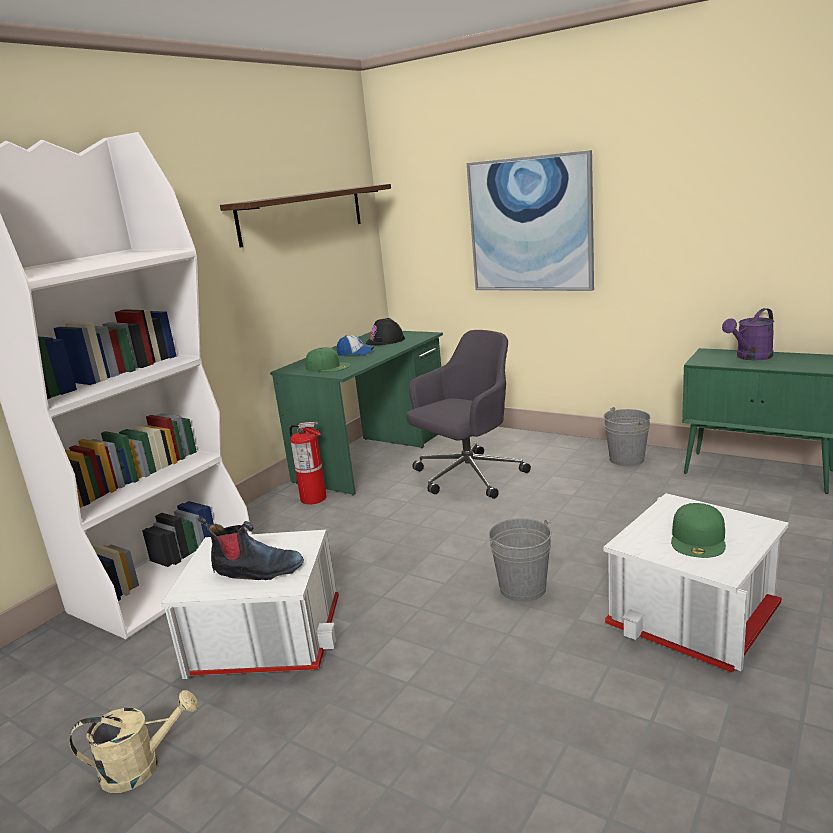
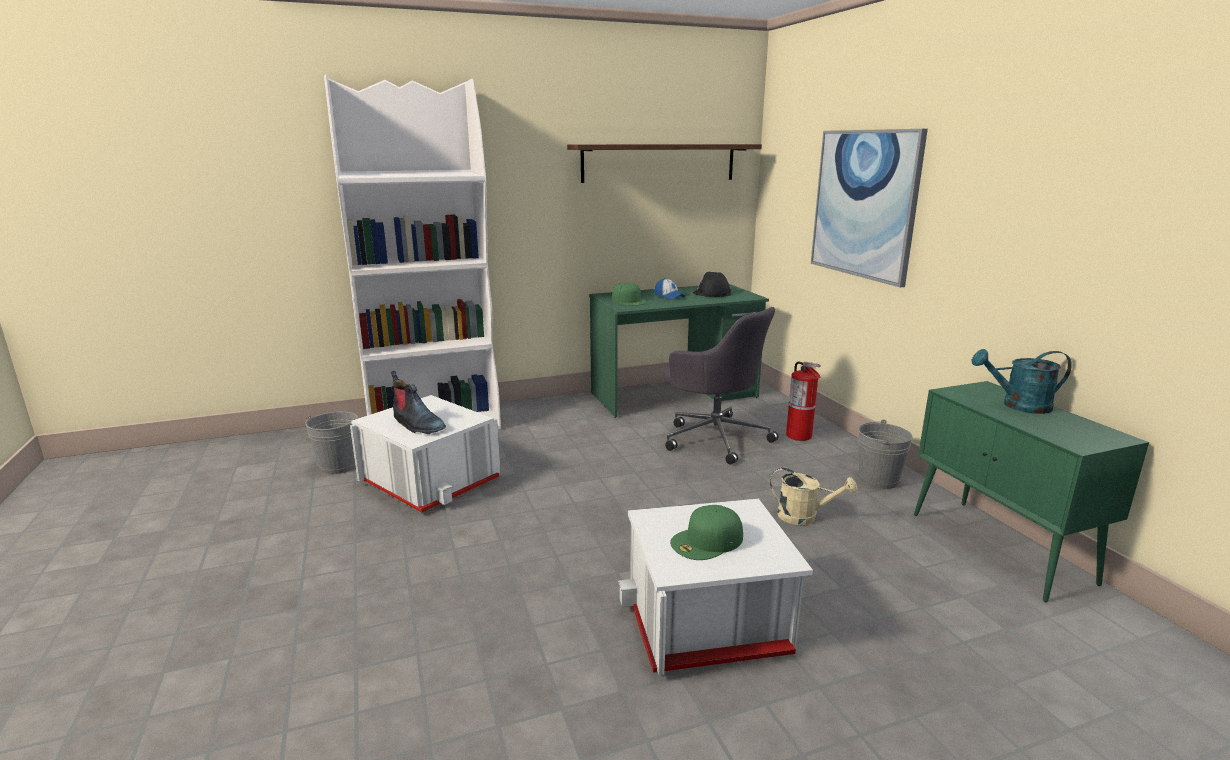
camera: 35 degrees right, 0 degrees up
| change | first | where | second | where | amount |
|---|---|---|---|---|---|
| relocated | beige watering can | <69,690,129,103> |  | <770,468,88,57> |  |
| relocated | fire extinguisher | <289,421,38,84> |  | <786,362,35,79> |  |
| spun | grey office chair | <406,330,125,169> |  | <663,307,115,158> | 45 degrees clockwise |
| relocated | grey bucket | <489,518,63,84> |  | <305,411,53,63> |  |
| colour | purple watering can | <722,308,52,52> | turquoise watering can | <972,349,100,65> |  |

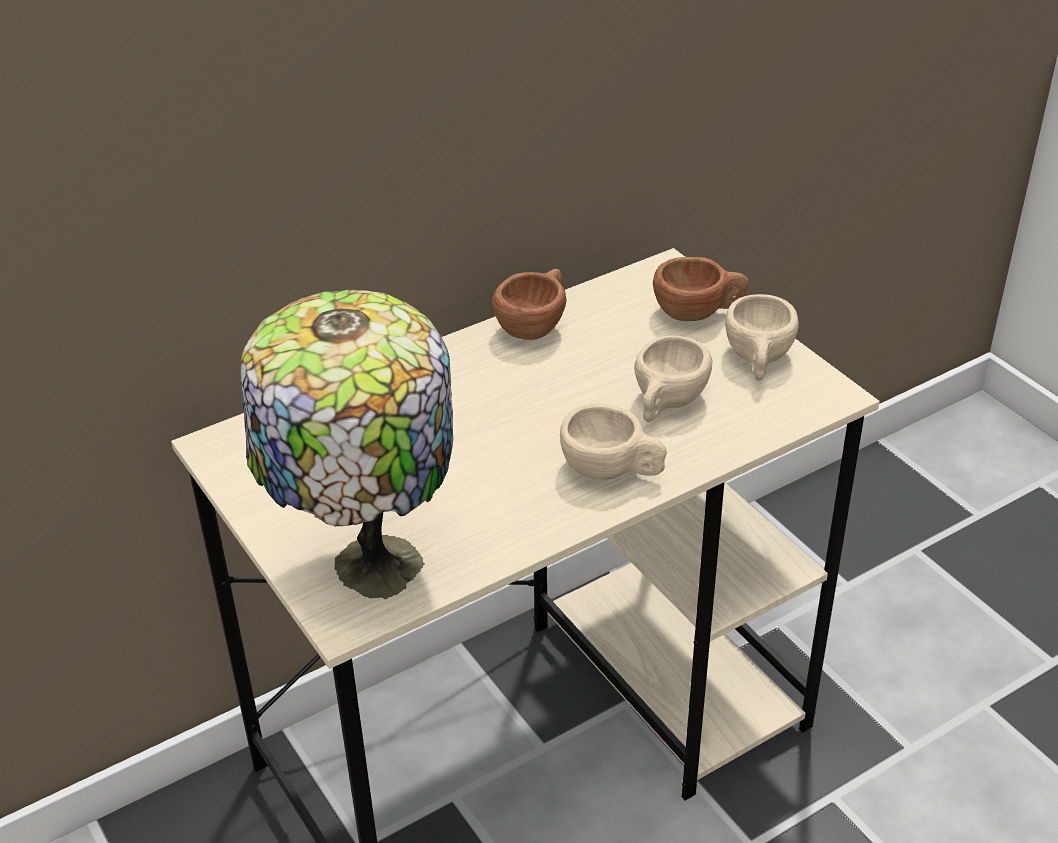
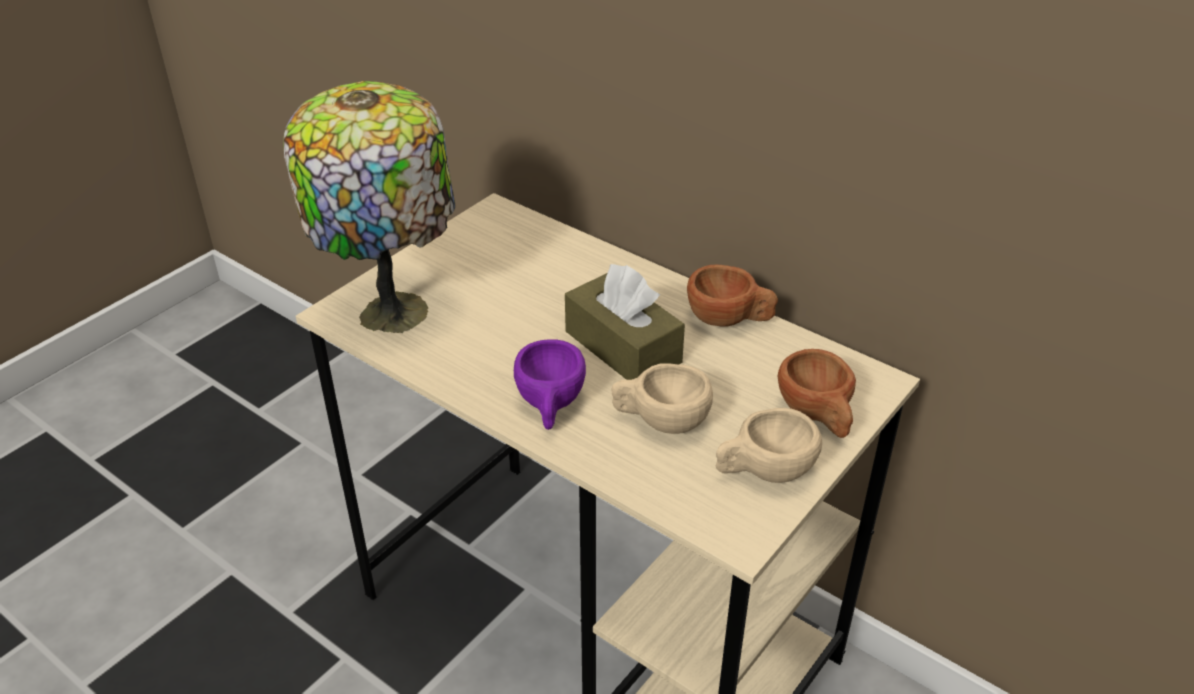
camera: 70 degrees right, 0 degrees up
| change | first | where | second | where | amount |
|---|---|---|---|---|---|
| colour | beige cup | <560,404,107,76> | purple cup | <514,339,72,91> |  |
| appeared |  |  | brown tissue box | <565,264,120,116> |  |

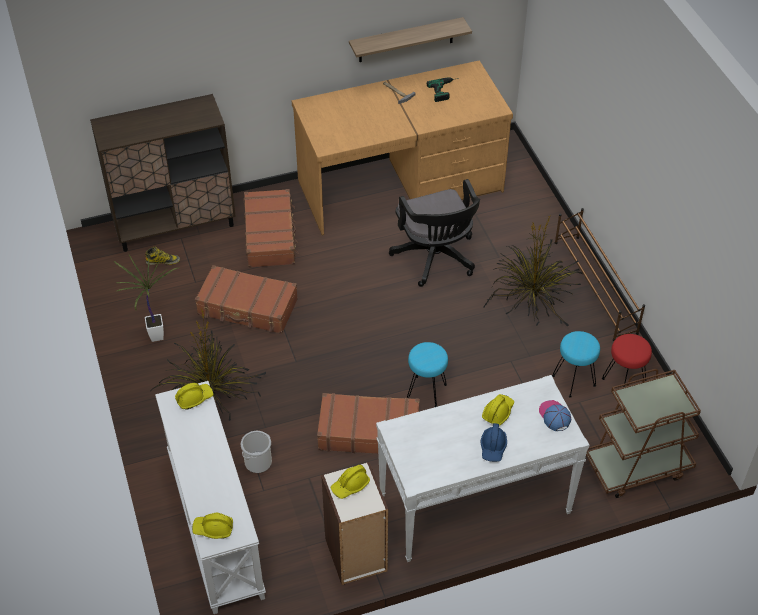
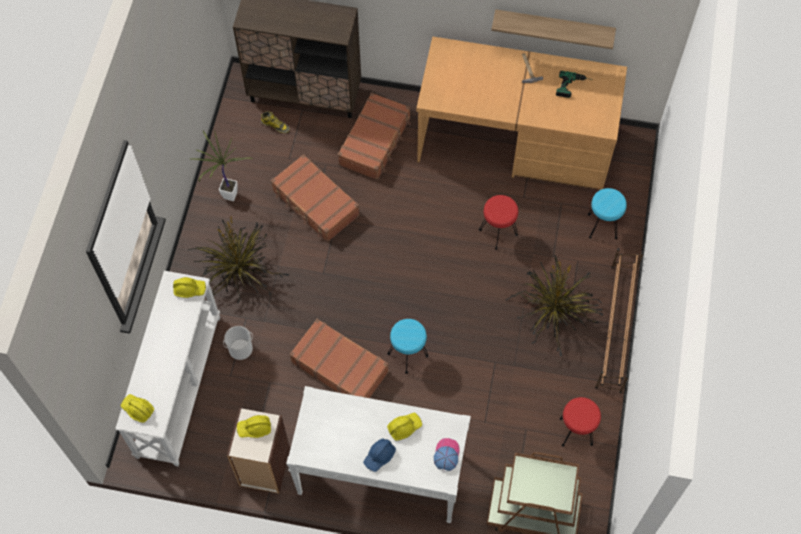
camera: 30 degrees right, 15 degrees up
| change | first | where | second | where | amount |
|---|---|---|---|---|---|
| exchanged | black office chair | <389,179,91,108> | red stool | <479,195,39,55> |  |
| relocated | turquoise stool | <552,331,48,67> |  | <588,188,39,51> |  |

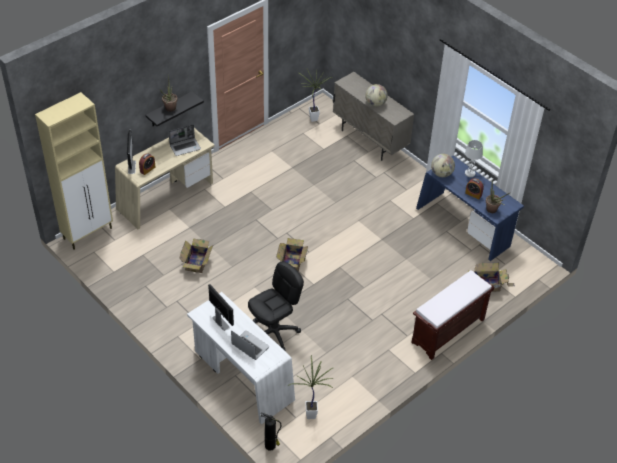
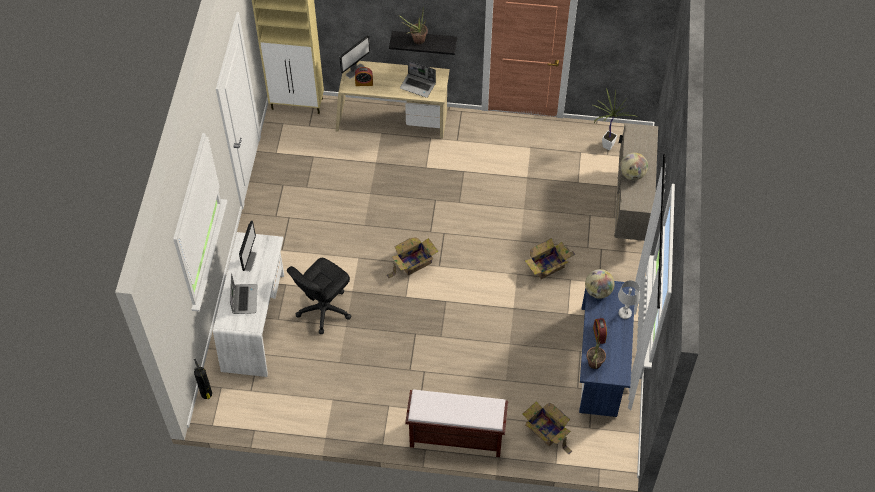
camera: 50 degrees right, 10 degrees up
| change | first | where | second | where | amount |
|---|---|---|---|---|---|
| relocated | cardboard box | <180,238,33,35> |  | <525,238,50,41> |  |
| spun | black office chair | <248,261,56,90> |  | <287,258,64,76> | 120 degrees clockwise |
| missing | potted plant | <289,355,44,64> |  |  |  |

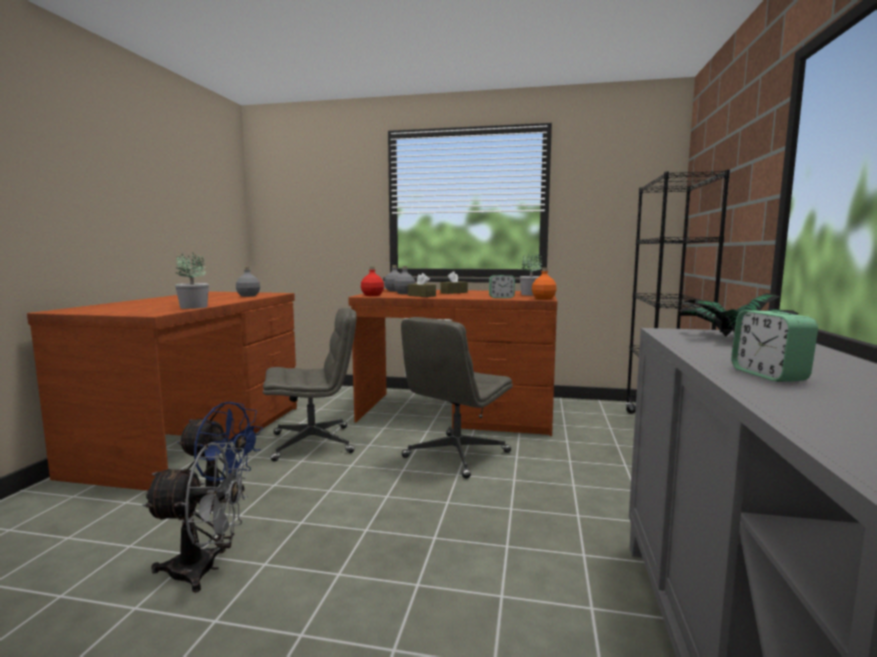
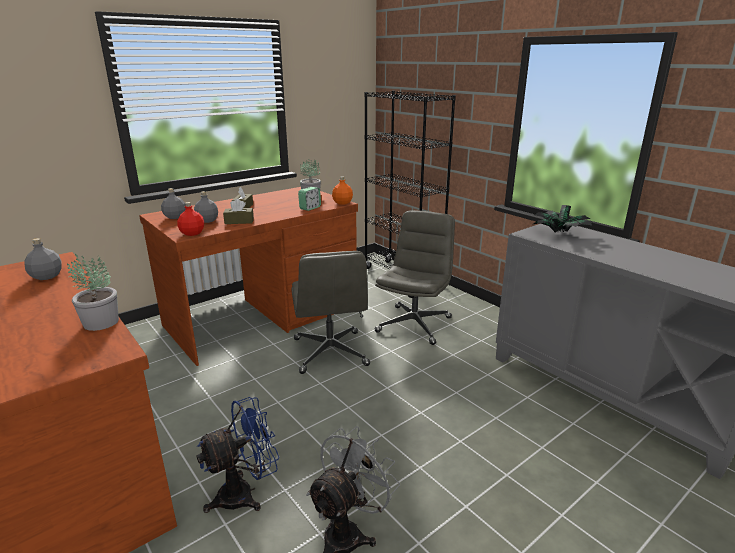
camera: 50 degrees left, 15 degrees up
| change | first | where | second | where | amount |
|---|---|---|---|---|---|
| relocated | grey office chair | <263,308,94,154> |  | <375,210,80,135> |  |
| missing | alarm clock | <731,310,87,72> |  |  |  |

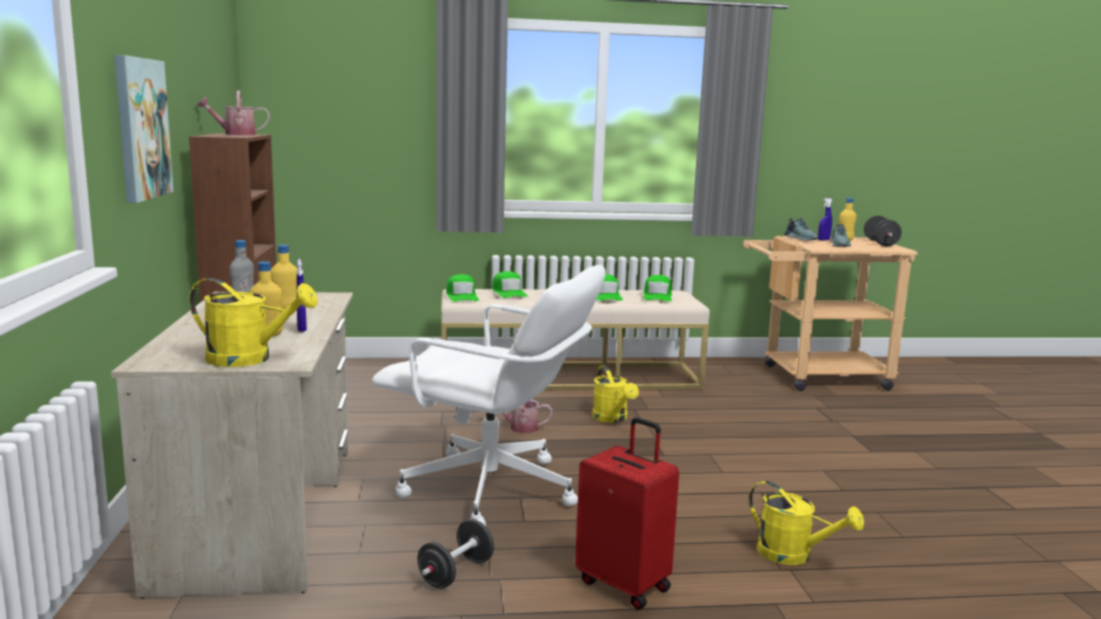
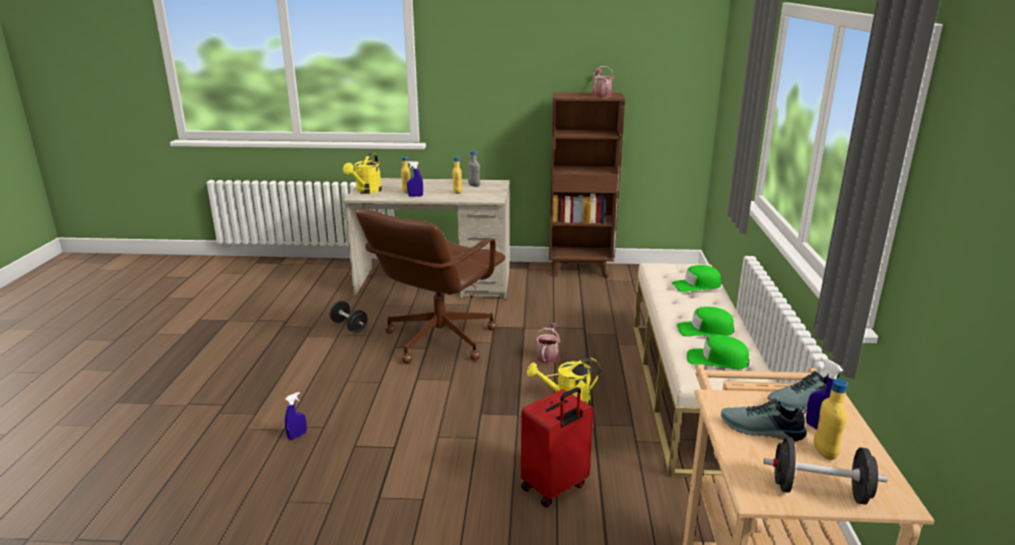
camera: 100 degrees right, 10 degrees up
| change | first | where | second | where | amount |
|---|---|---|---|---|---|
| missing | picture | <114,55,60,148> |  |  |  |
| colour | white office chair | <372,265,234,261> | brown office chair | <356,209,149,155> |  |
| missing | green cap | <446,274,33,28> |  |  |  |
| relocated | red suitcase | <575,417,104,192> |  | <521,387,73,120> |  |
| exchanged | yellow watering can | <749,480,115,85> | blue spray bottle | <285,392,22,48> |  |

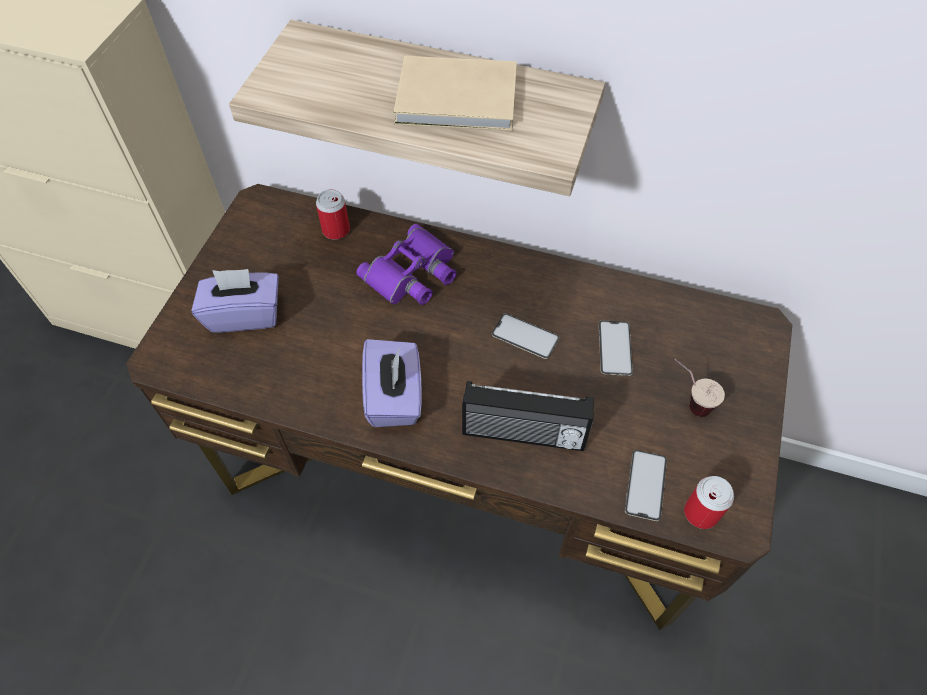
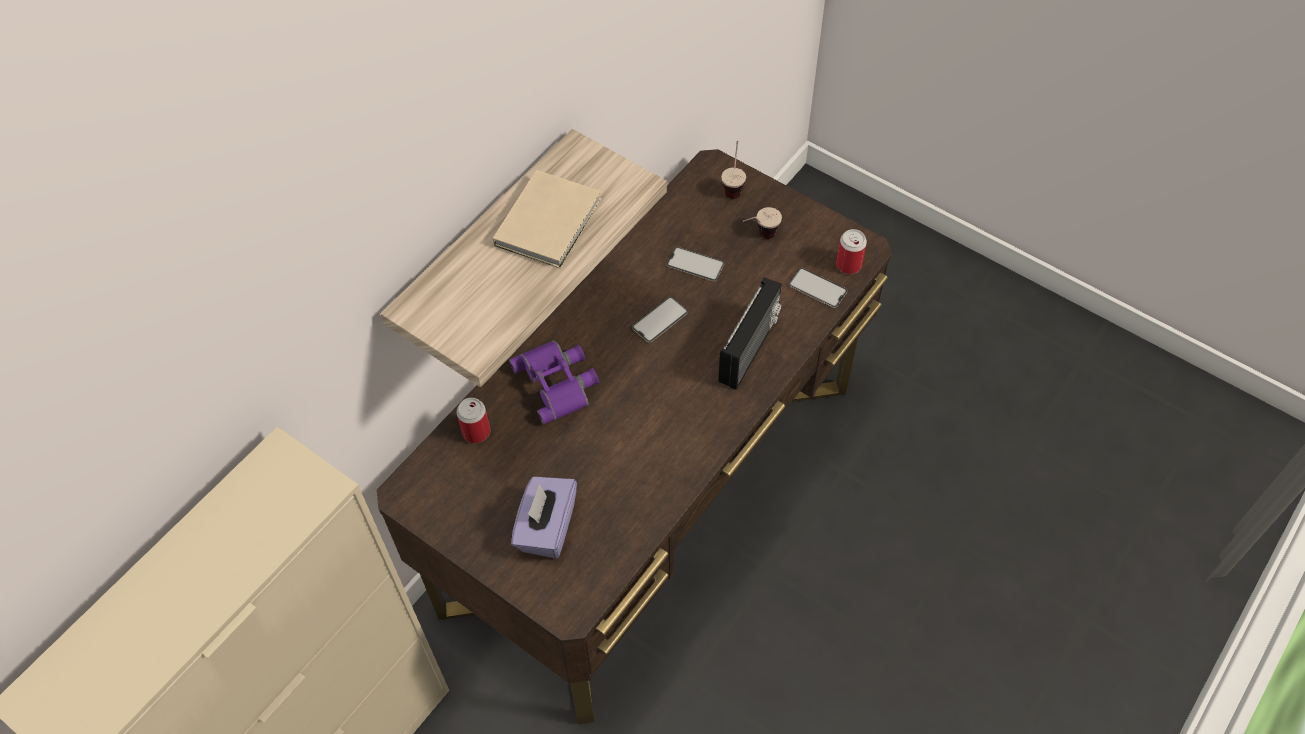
camera: 70 degrees left, 0 degrees up
| change | first | where | second | where | amount |
|---|---|---|---|---|---|
| missing | purple tissue box | <362,339,60,88> |  |  |  |
| appeared |  |  | cup | <721,141,25,58> |  |

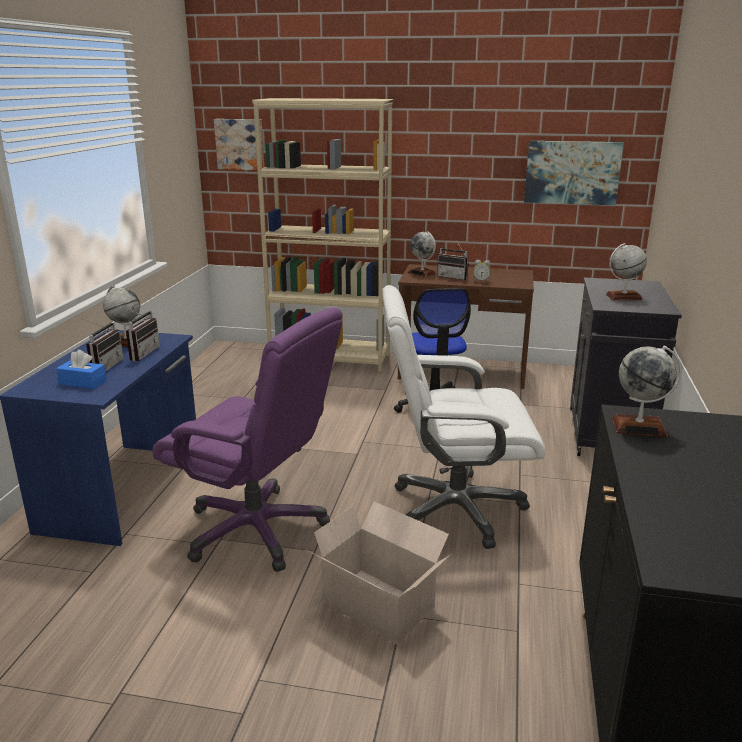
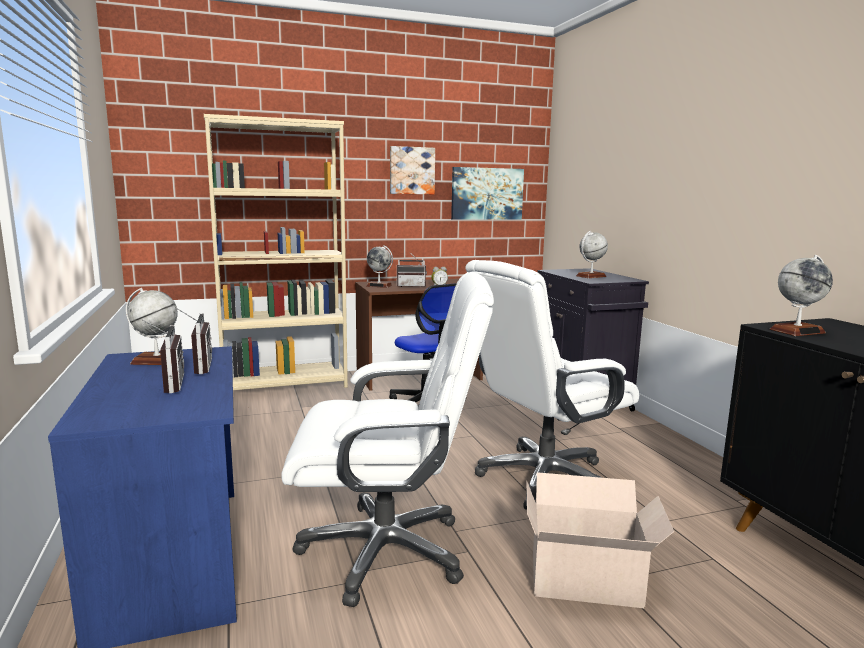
camera: 30 degrees left, 10 degrees down
| change | first | where | second | where | amount |
|---|---|---|---|---|---|
| missing | blue tissue box | <56,350,51,39> |  |  |  |
| colour | purple office chair | <152,307,190,265> | white office chair | <282,272,212,335> |  |
| relocated | picture | <214,119,50,51> |  | <390,146,45,48> |  |

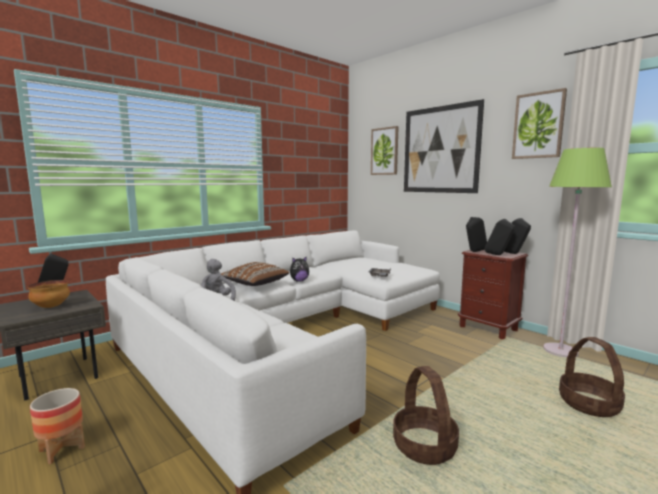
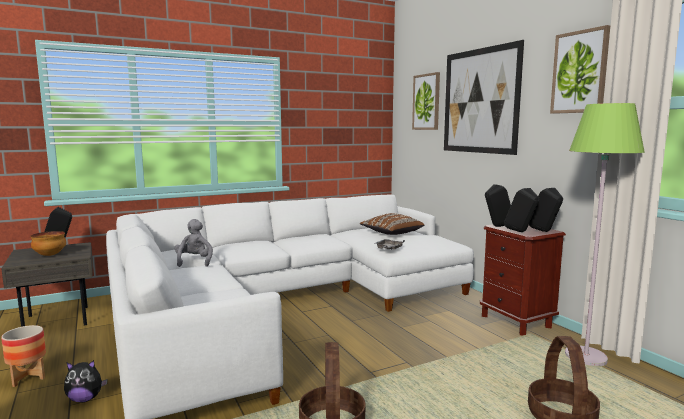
camera: 15 degrees right, 0 degrees up
| change | first | where | second | where | amount |
|---|---|---|---|---|---|
| relocated | brown pillow | <221,262,68,24> |  | <360,213,65,22> |  |
| relocated | plush toy | <290,256,19,26> |  | <64,360,44,43> |  |

